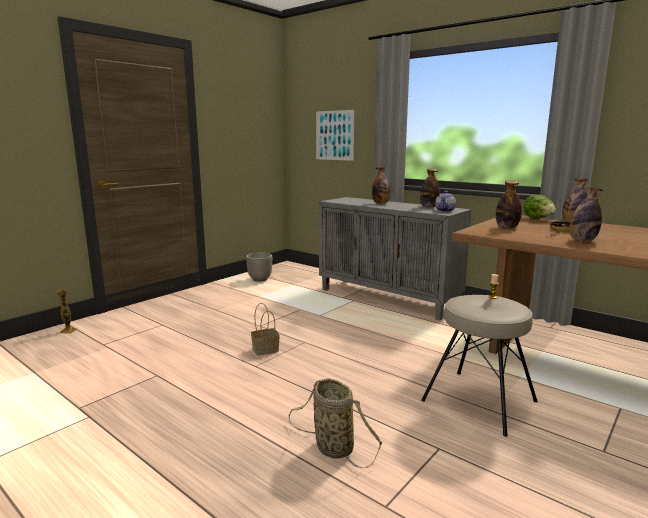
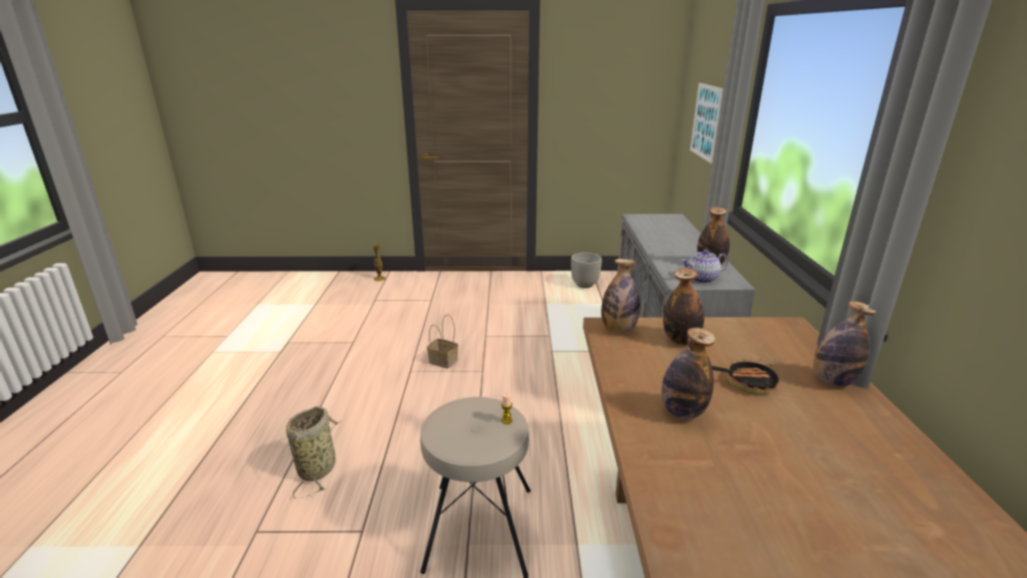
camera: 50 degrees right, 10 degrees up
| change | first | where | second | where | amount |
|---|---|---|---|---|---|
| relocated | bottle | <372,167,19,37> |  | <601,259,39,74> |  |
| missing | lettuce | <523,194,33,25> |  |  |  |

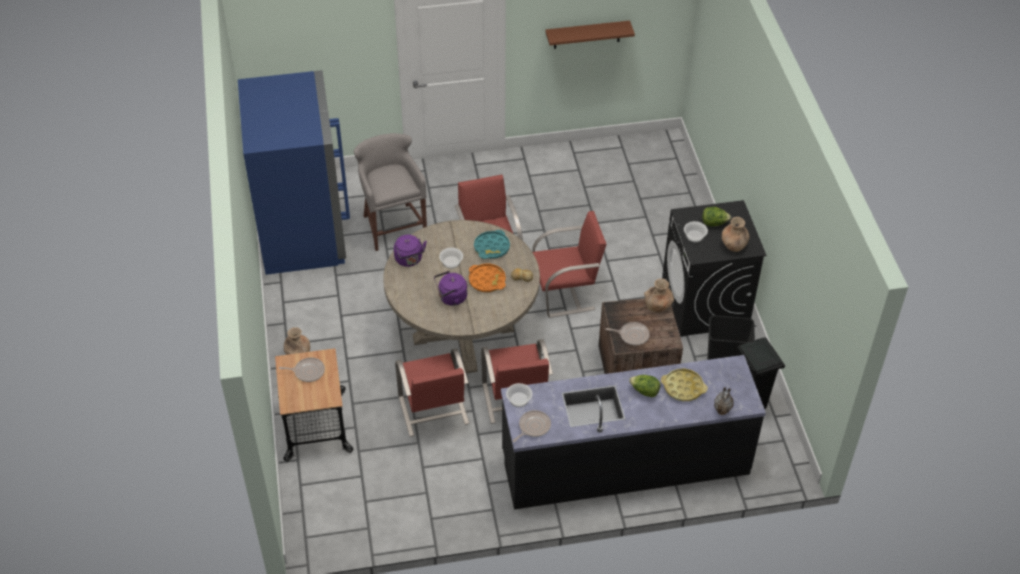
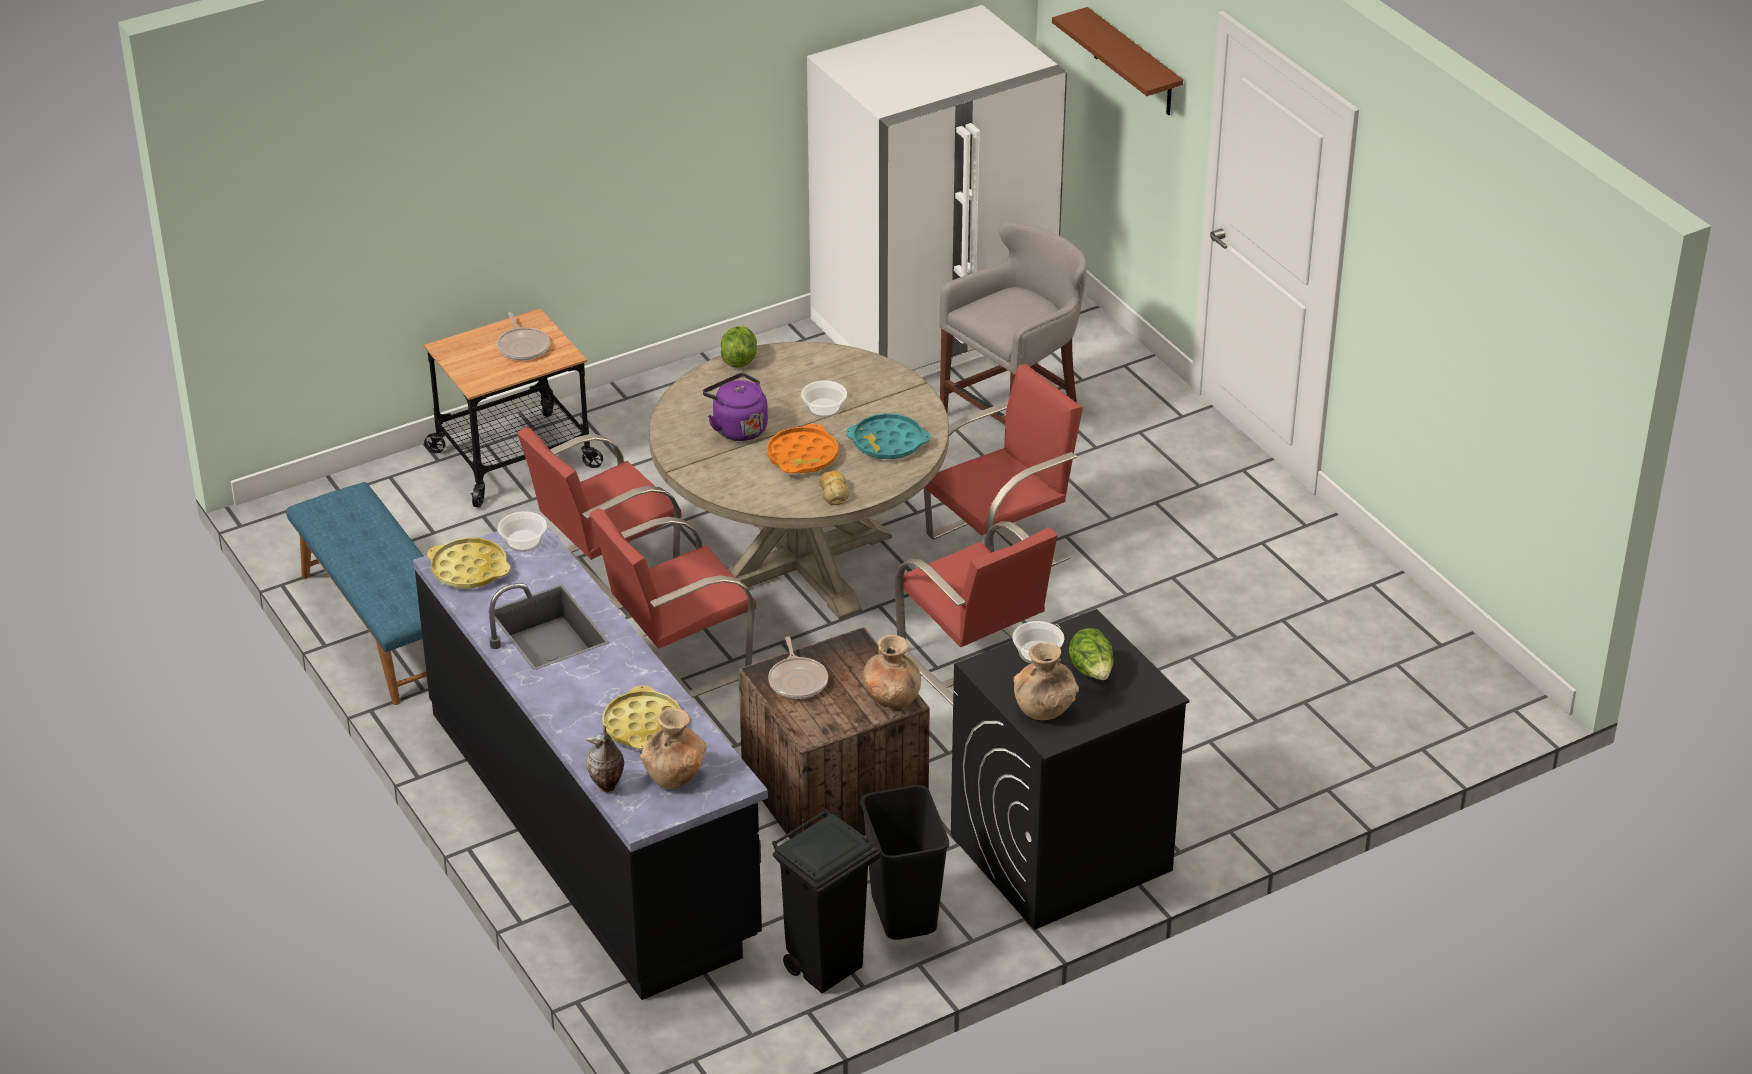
camera: 70 degrees right, 10 degrees down
| change | first | where | second | where | amount |
|---|---|---|---|---|---|
| colour | blue fridge | <238,70,112,205> | white fridge | <807,5,260,372> |  |
| relocated | brown vase | <284,327,26,28> |  | <640,708,67,81> |  |
| missing | purple kettle | <394,235,33,32> |  |  |  |
| exchanged | frying pan | <513,410,38,32> | yellow tray | <427,538,83,50> |  |
| relocated | brown shelf | <545,21,90,28> |  | <1052,7,131,108> |  |
| relocated | lettuce | <629,375,31,22> |  | <721,325,36,43> |  |
| appeared |  |  | blue bench | <286,482,141,223> |  |

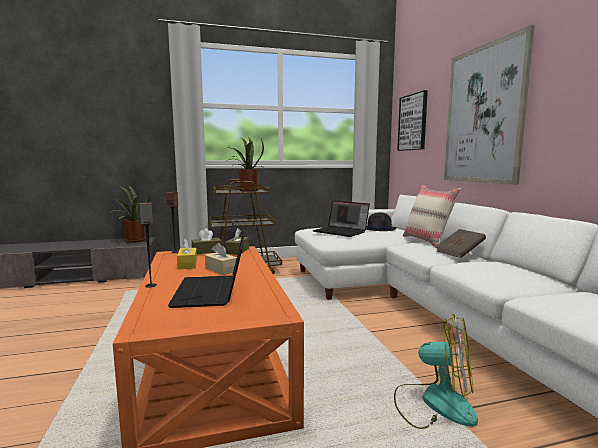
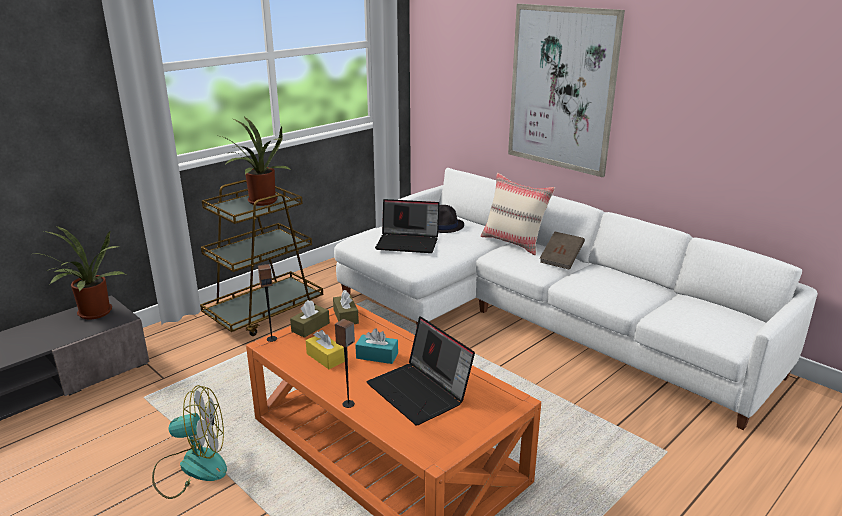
camera: 30 degrees left, 15 degrees up
| change | first | where | second | where | amount |
|---|---|---|---|---|---|
| colour | beige tissue box | <205,243,33,32> | turquoise tissue box | <355,329,43,35> |  |
| relocated | fan | <394,313,84,116> |  | <152,385,75,114> |  |
| missing | picture | <397,90,31,61> |  |  |  |

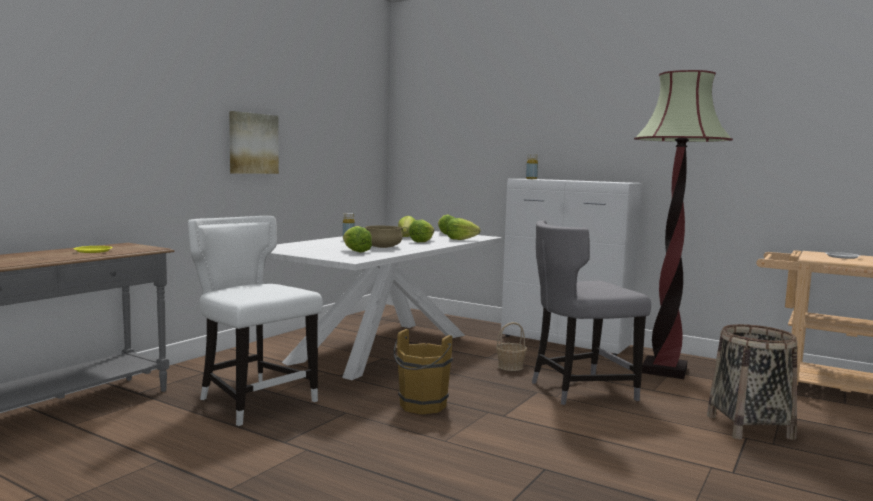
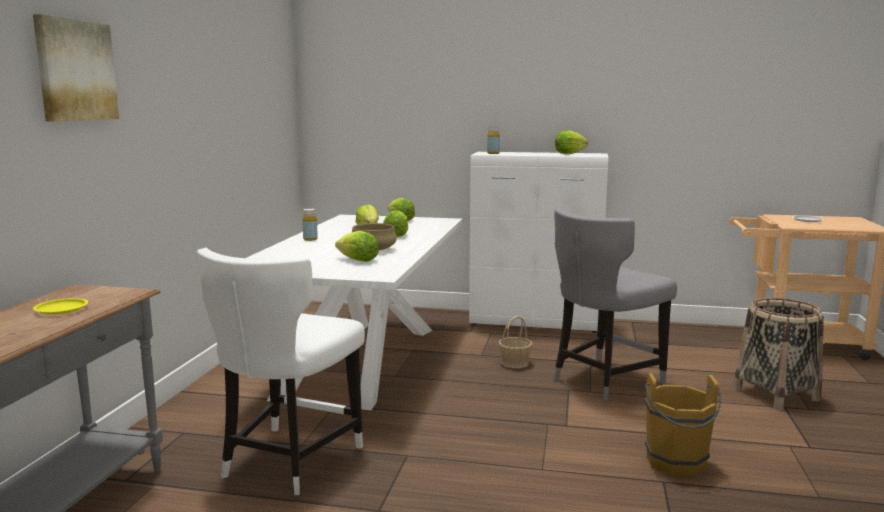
camera: 20 degrees left, 5 degrees up
| change | first | where | second | where | amount |
|---|---|---|---|---|---|
| spun | white chair | <188,216,135,210> |  | <197,248,168,247> | 90 degrees counterclockwise |
| relocated | picture | <229,111,50,63> |  | <33,14,86,108> |  |
| relocated | brown bucket | <394,329,59,85> |  | <644,373,77,104> |  |
| relocated | lettuce | <447,218,34,22> |  | <555,130,33,24> |  |
| missing | floor lamp | <634,70,99,309> |  |  |  |

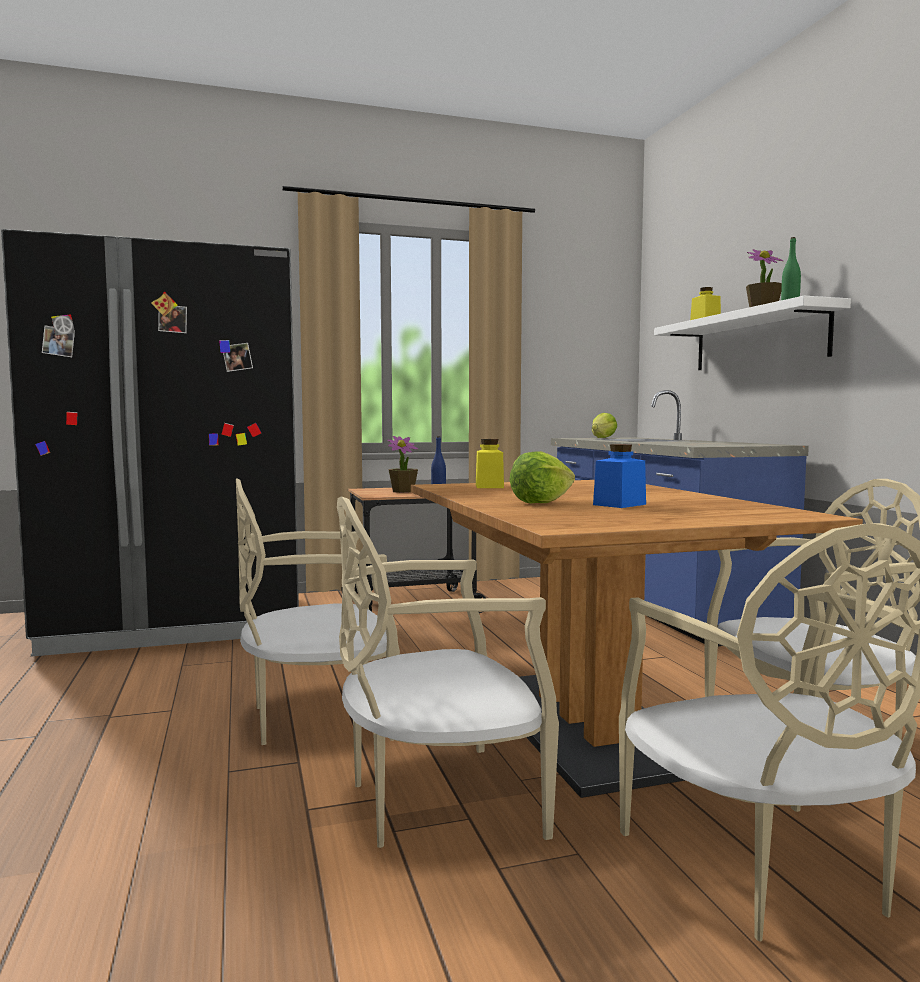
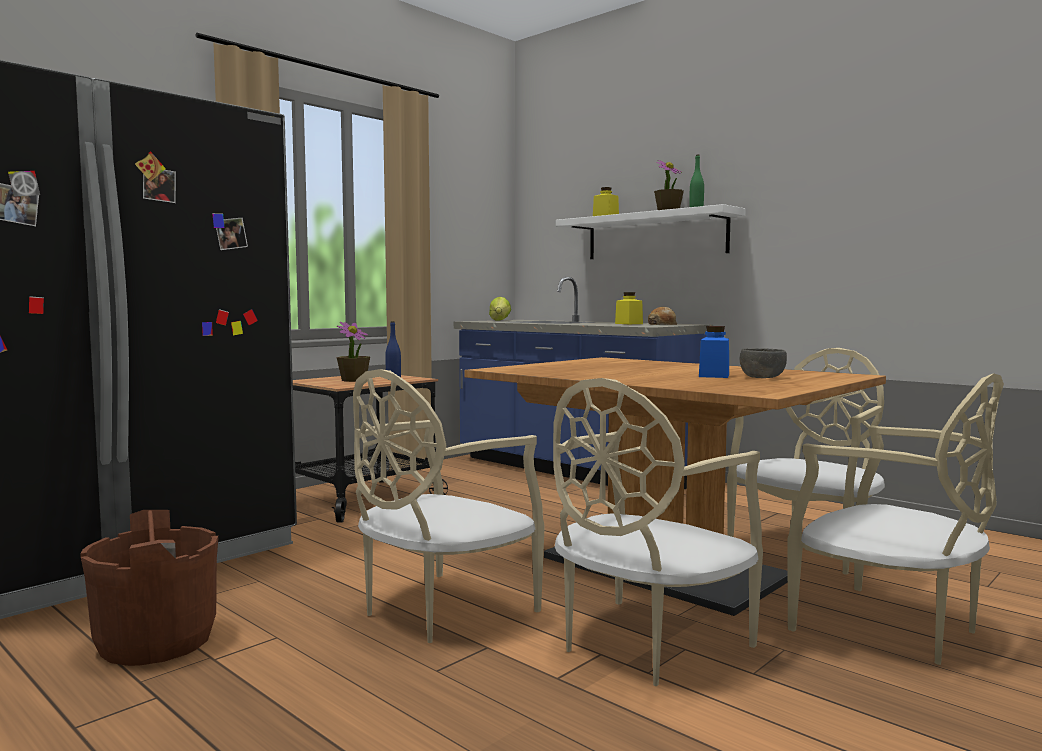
camera: 30 degrees left, 0 degrees up
| change | first | where | second | where | amount |
|---|---|---|---|---|---|
| relocated | yellow jar | <476,439,28,49> |  | <615,292,28,32> |  |
| missing | lettuce | <509,451,66,52> |  |  |  |
| appeared |  |  | brown bucket | <80,510,138,156> |  |
| appeared |  |  | bread | <648,307,30,18> |  |
| appeared |  |  | grey bowl | <740,348,47,30> |  |

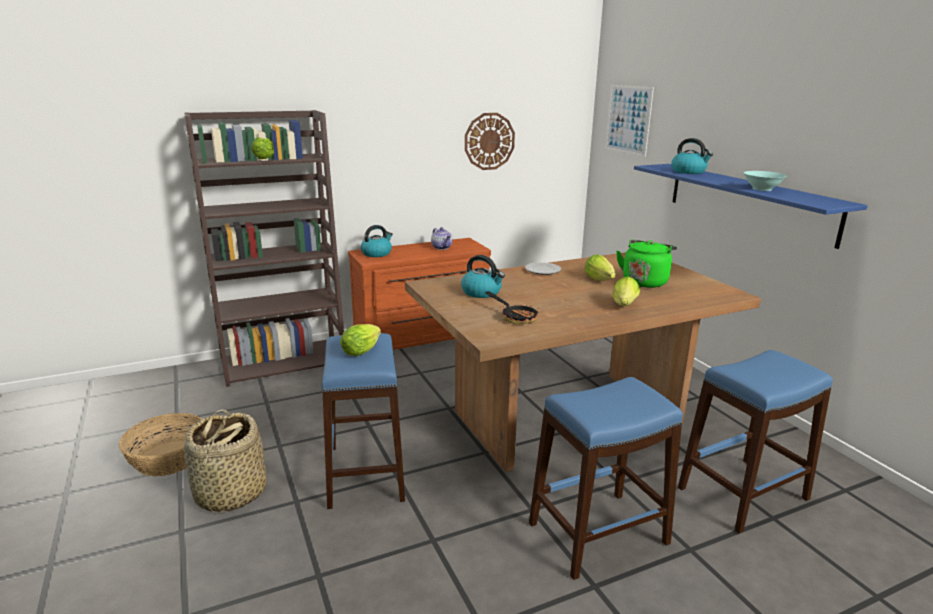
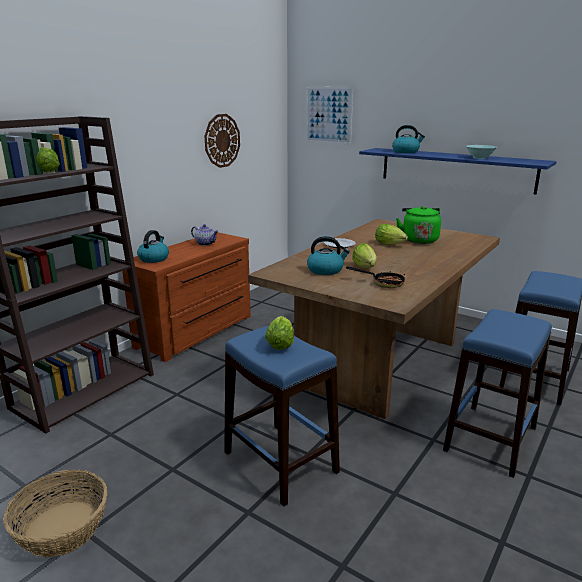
camera: 30 degrees left, 0 degrees up
| change | first | where | second | where | amount |
|---|---|---|---|---|---|
| missing | basket | <184,409,83,104> |  |  |  |
| relocated | lettuce | <613,276,27,30> |  | <352,243,25,25> |  |

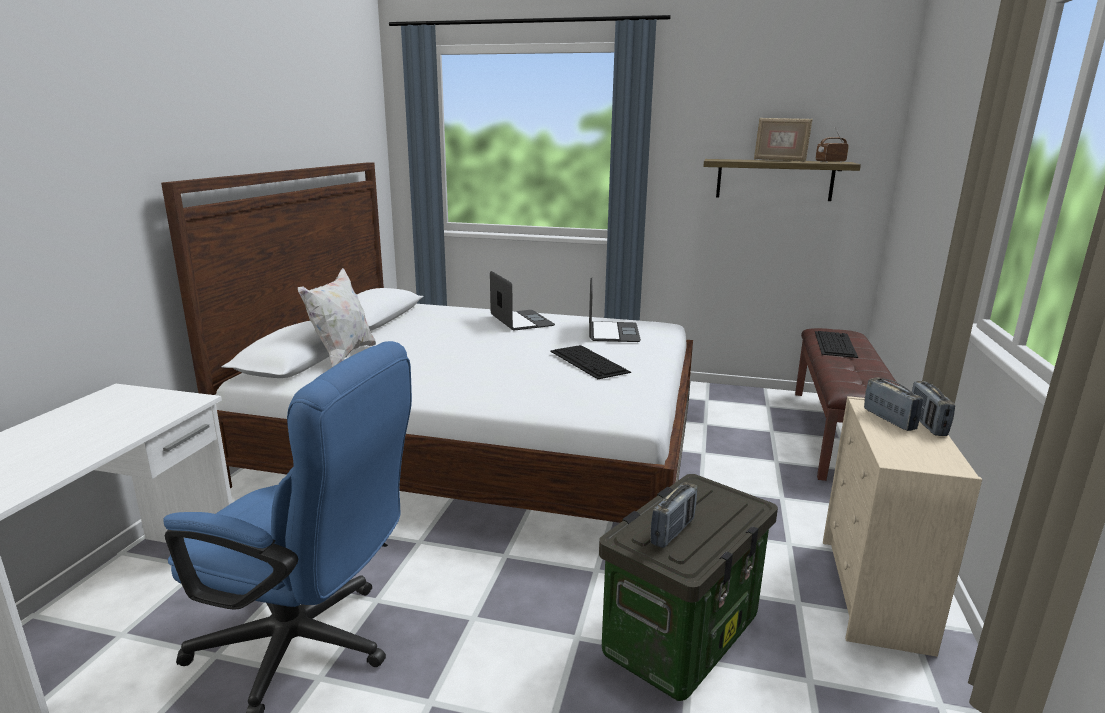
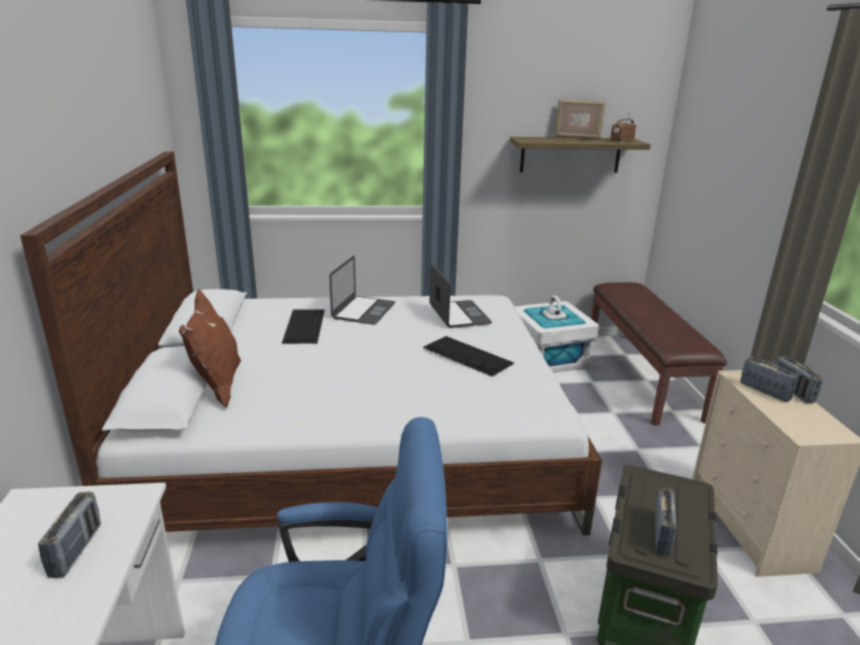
camera: 20 degrees left, 5 degrees up
| change | first | where | second | where | amount |
|---|---|---|---|---|---|
| colour | white pillow | <298,268,78,99> | brown pillow | <179,289,62,119> |  |
| spun | laptop | <490,271,65,59> |  | <329,256,67,69> | 60 degrees clockwise |
| relocated | keyboard | <815,331,43,27> |  | <282,309,43,35> |  |
| appeared |  |  | radio | <38,492,63,86> |  |
| appeared |  |  | white storage box | <514,296,85,77> |  |

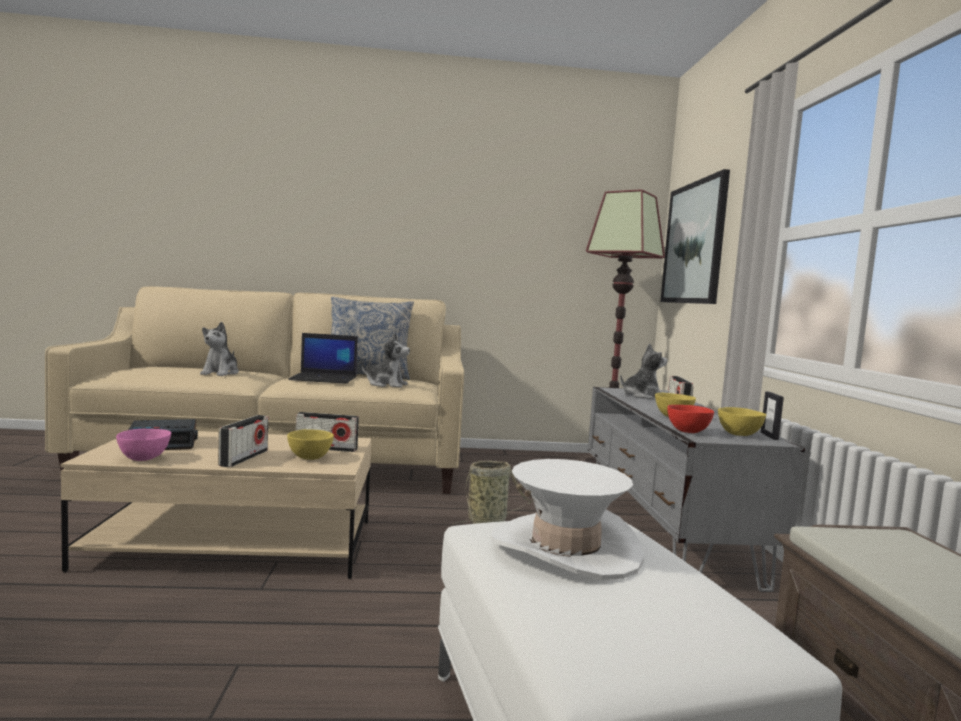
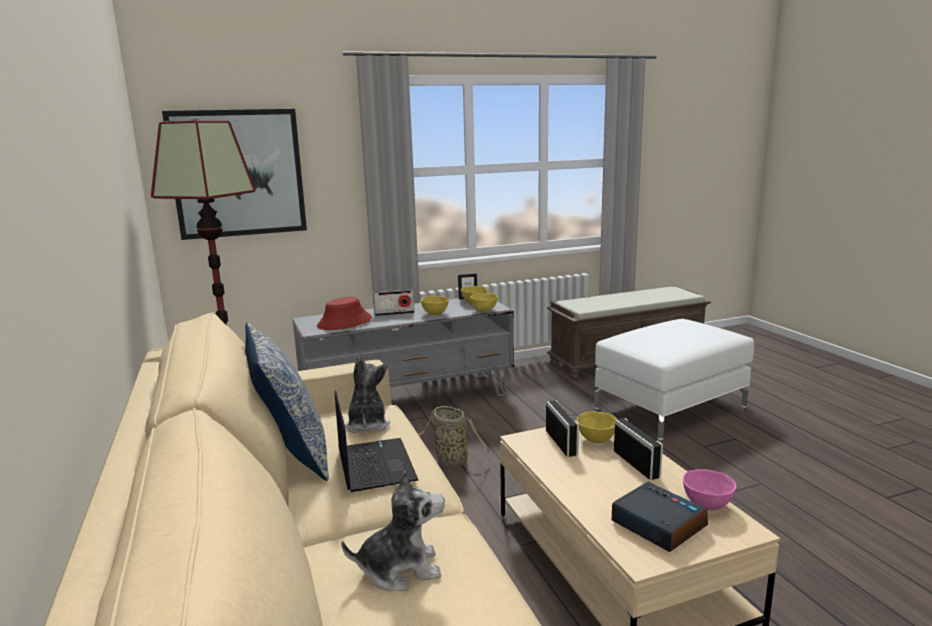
camera: 105 degrees left, 10 degrees up
| change | first | where | second | where | amount |
|---|---|---|---|---|---|
| spun | radio | <218,415,50,52> |  | <614,418,49,62> | 75 degrees clockwise |
| missing | white hat | <490,459,154,121> |  |  |  |
| exchanged | plush toy | <620,343,47,56> | red hat | <317,297,55,33> |  |
| colour | red bowl | <667,405,47,28> | yellow bowl | <471,293,27,19> |  |

